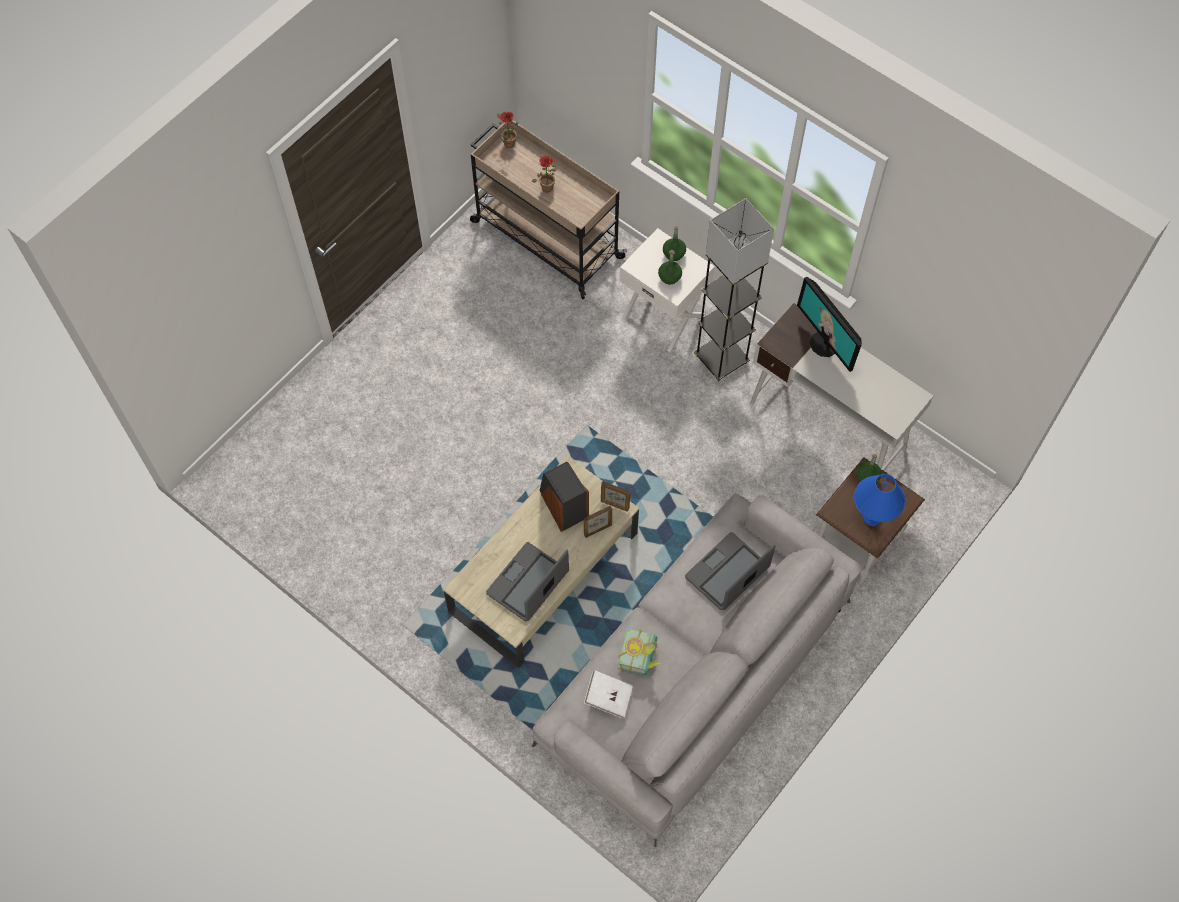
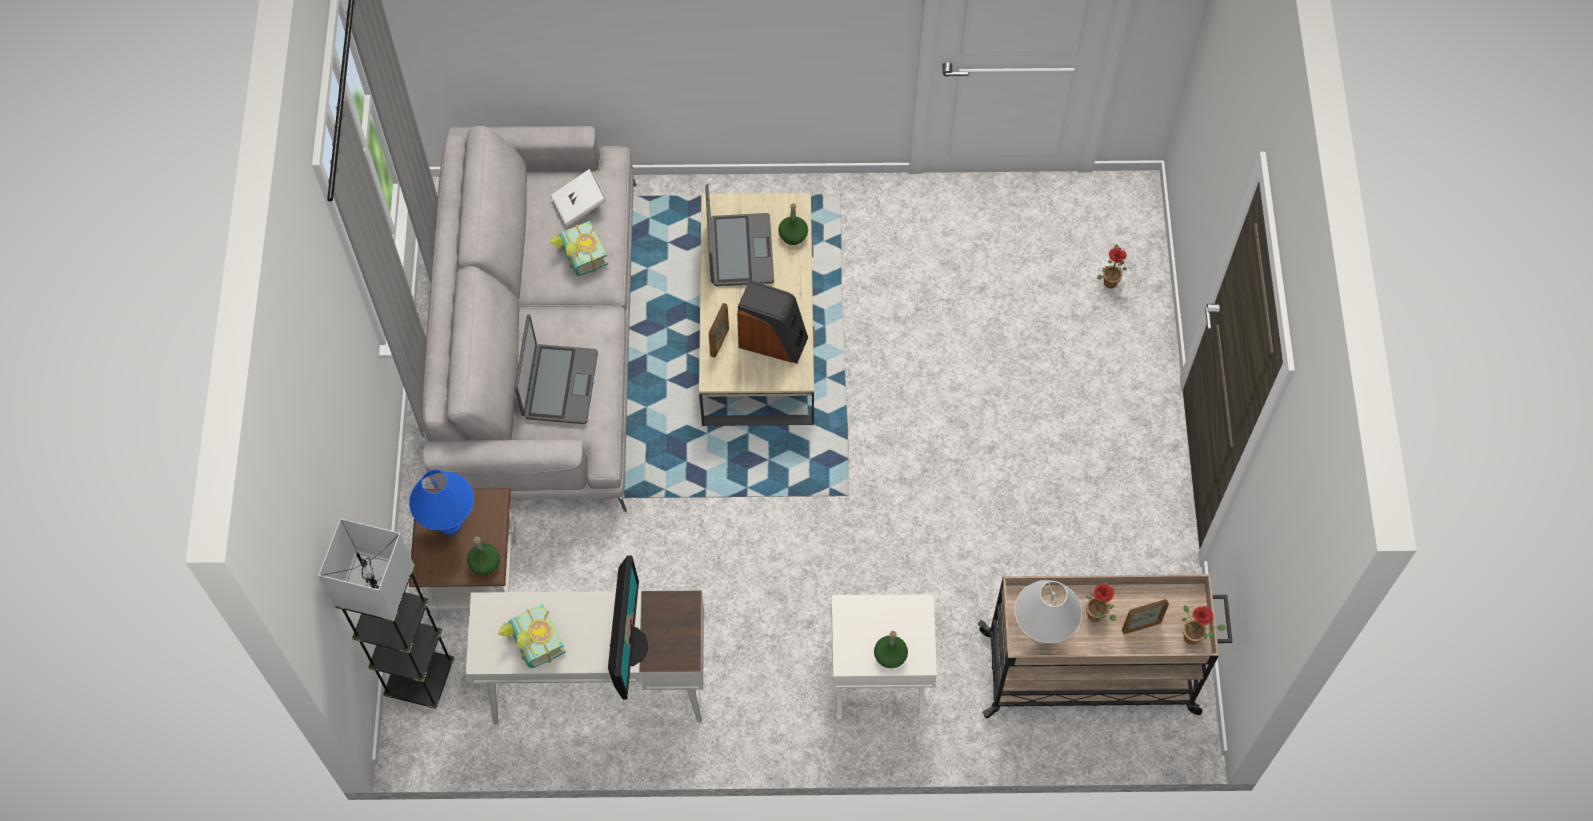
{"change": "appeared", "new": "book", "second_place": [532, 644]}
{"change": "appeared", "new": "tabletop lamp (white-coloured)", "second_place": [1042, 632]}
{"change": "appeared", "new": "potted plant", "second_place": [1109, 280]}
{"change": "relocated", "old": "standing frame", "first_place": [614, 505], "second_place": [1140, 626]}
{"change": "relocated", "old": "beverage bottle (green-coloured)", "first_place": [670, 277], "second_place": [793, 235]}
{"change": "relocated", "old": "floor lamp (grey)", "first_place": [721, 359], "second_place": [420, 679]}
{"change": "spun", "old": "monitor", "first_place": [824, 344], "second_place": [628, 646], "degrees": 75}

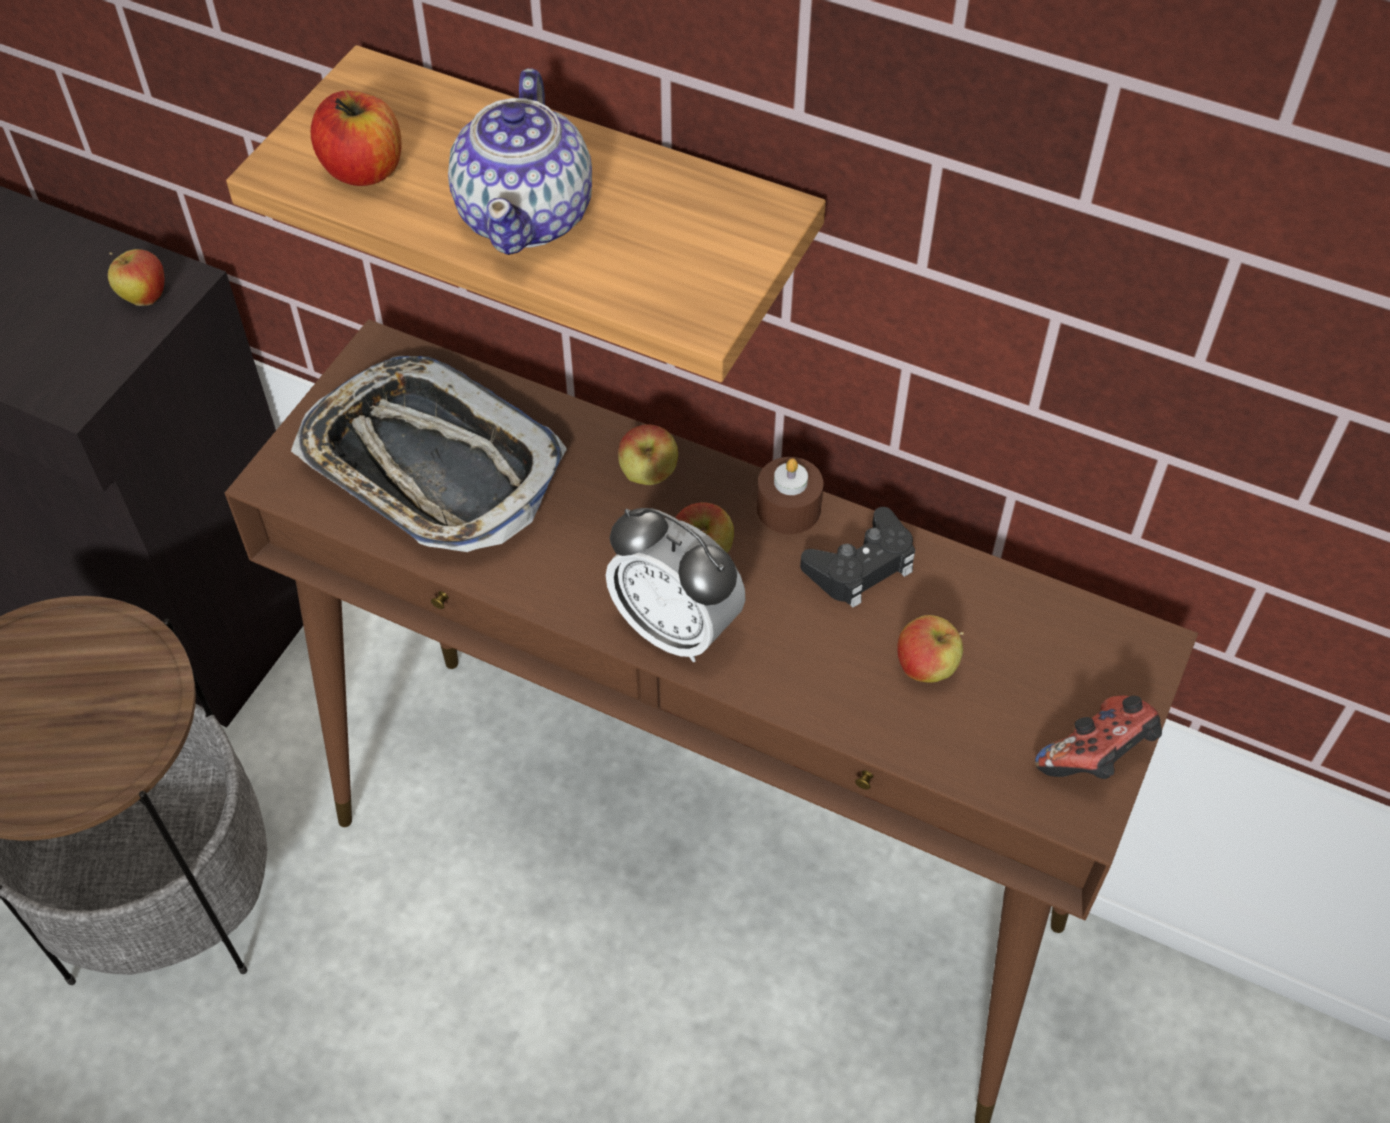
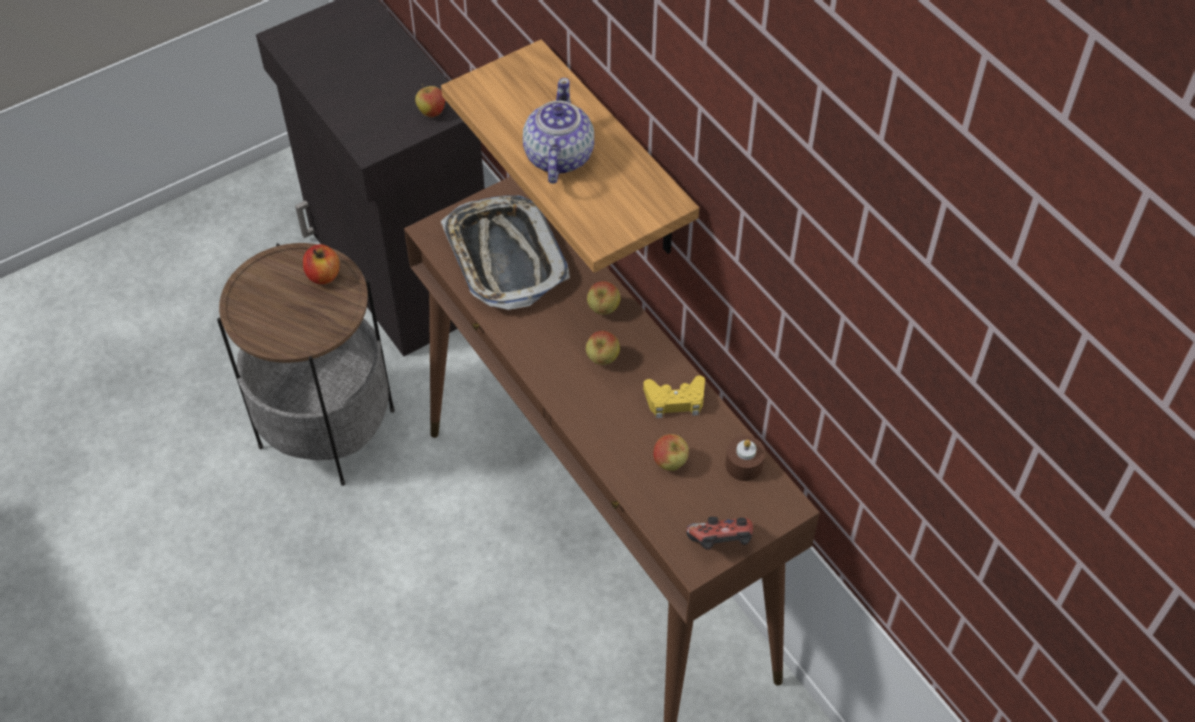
{"change": "missing", "old": "bedside clock", "first_place": [676, 628]}
{"change": "relocated", "old": "whole apple", "first_place": [363, 169], "second_place": [323, 275]}
{"change": "relocated", "old": "candle (brown-coloured)", "first_place": [788, 508], "second_place": [744, 465]}
{"change": "colour", "old": "joypad (black-coloured)", "new": "joypad (yellow)", "first_place": [861, 566], "second_place": [675, 400]}
{"change": "spun", "old": "teapot", "first_place": [527, 215], "second_place": [558, 157], "degrees": 150}

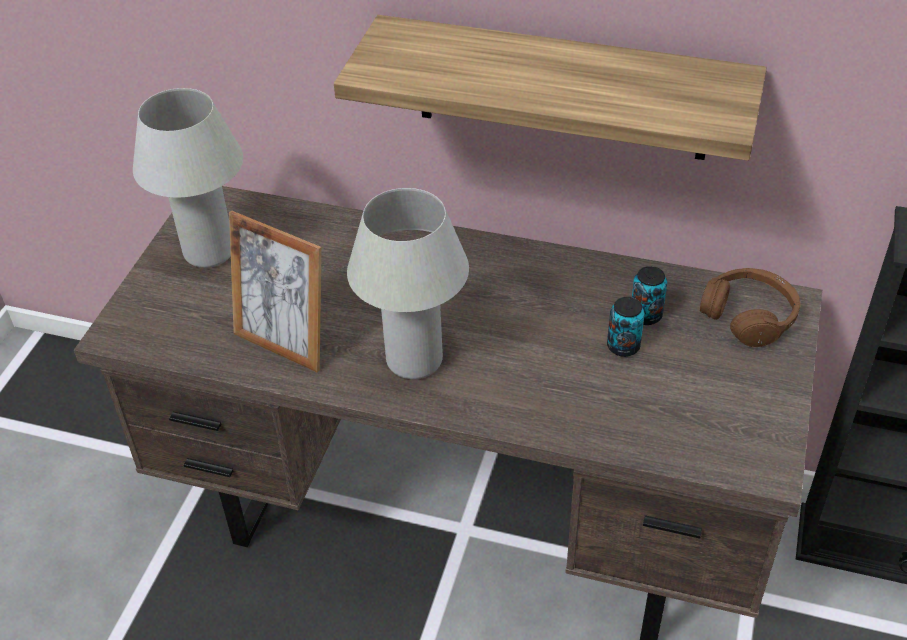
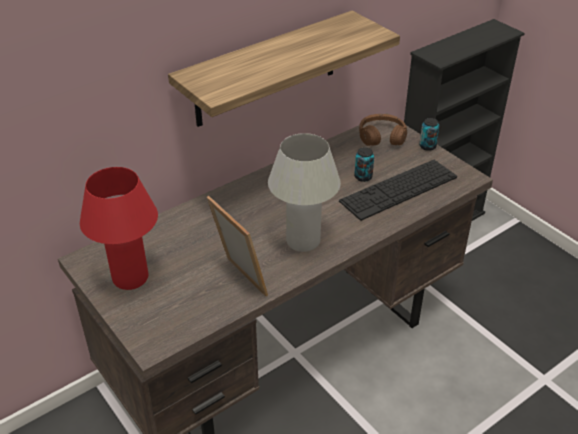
{"change": "appeared", "new": "PC keyboard", "second_place": [399, 189]}
{"change": "relocated", "old": "metal can", "first_place": [646, 315], "second_place": [427, 146]}
{"change": "colour", "old": "tabletop lamp (white-coloured)", "new": "tabletop lamp (reddish)", "first_place": [209, 252], "second_place": [130, 278]}
{"change": "spun", "old": "standing frame", "first_place": [284, 343], "second_place": [239, 280], "degrees": -105}

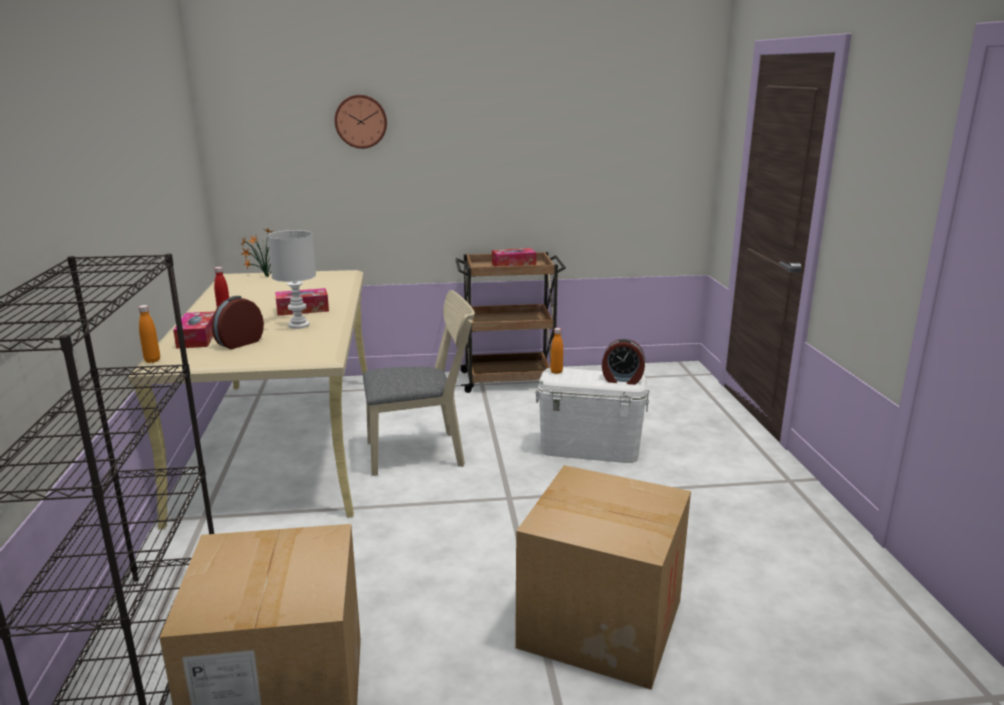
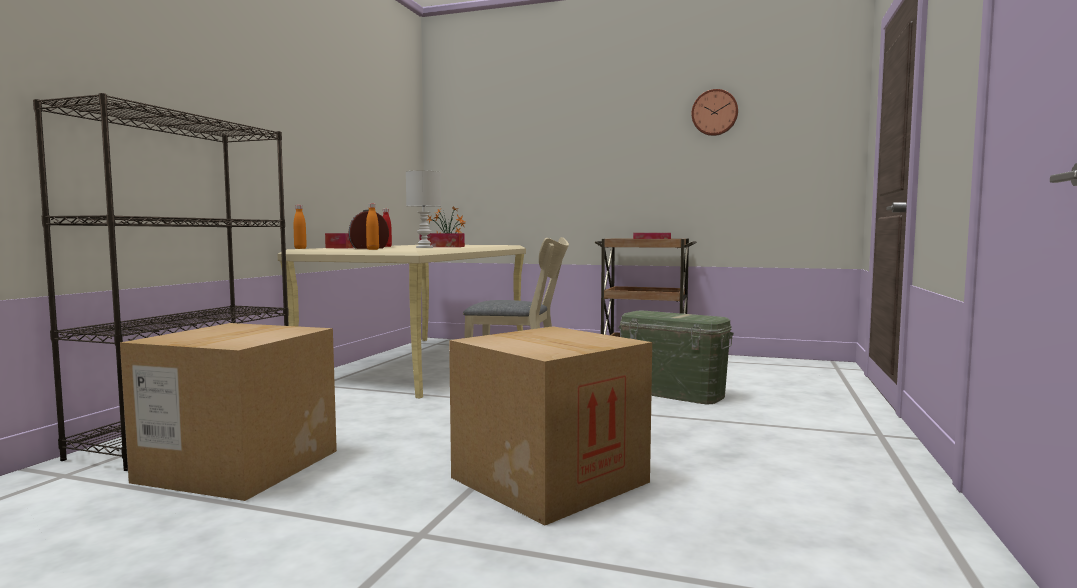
{"change": "missing", "old": "bedside clock", "first_place": [622, 380]}
{"change": "relocated", "old": "wall clock", "first_place": [361, 121], "second_place": [714, 113]}
{"change": "relocated", "old": "beverage bottle (orangey)", "first_place": [556, 372], "second_place": [372, 249]}
{"change": "colour", "old": "storage bin (white-coloured)", "new": "storage bin (green-coloured)", "first_place": [590, 449], "second_place": [673, 393]}

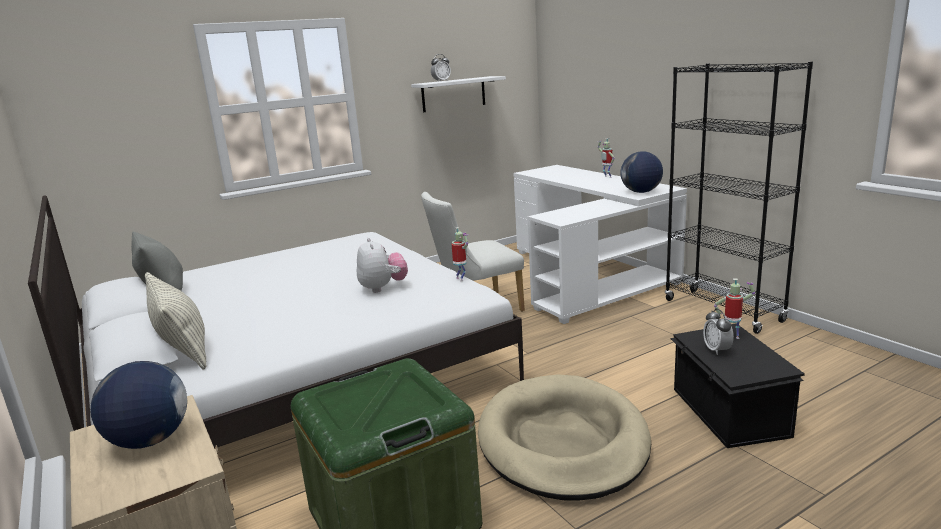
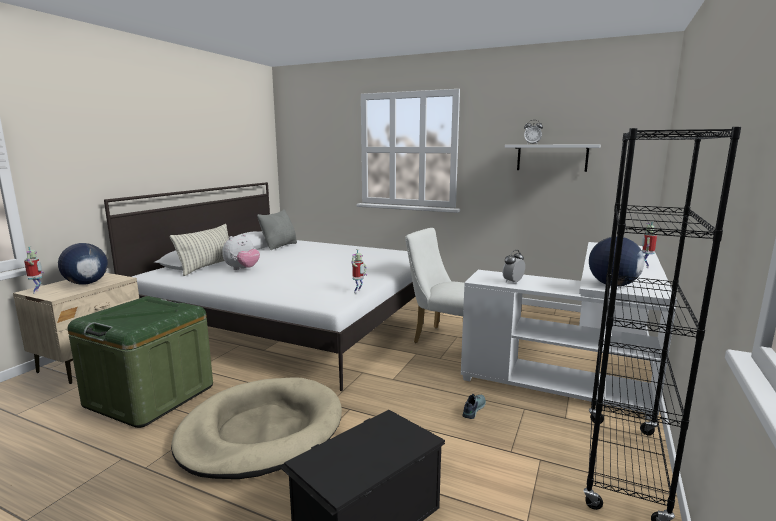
{"change": "appeared", "new": "shoe", "second_place": [472, 409]}
{"change": "relocated", "old": "plush toy", "first_place": [383, 288], "second_place": [242, 269]}
{"change": "relocated", "old": "bedside clock", "first_place": [717, 350], "second_place": [513, 282]}
{"change": "relocated", "old": "toy robot", "first_place": [731, 336], "second_place": [38, 292]}

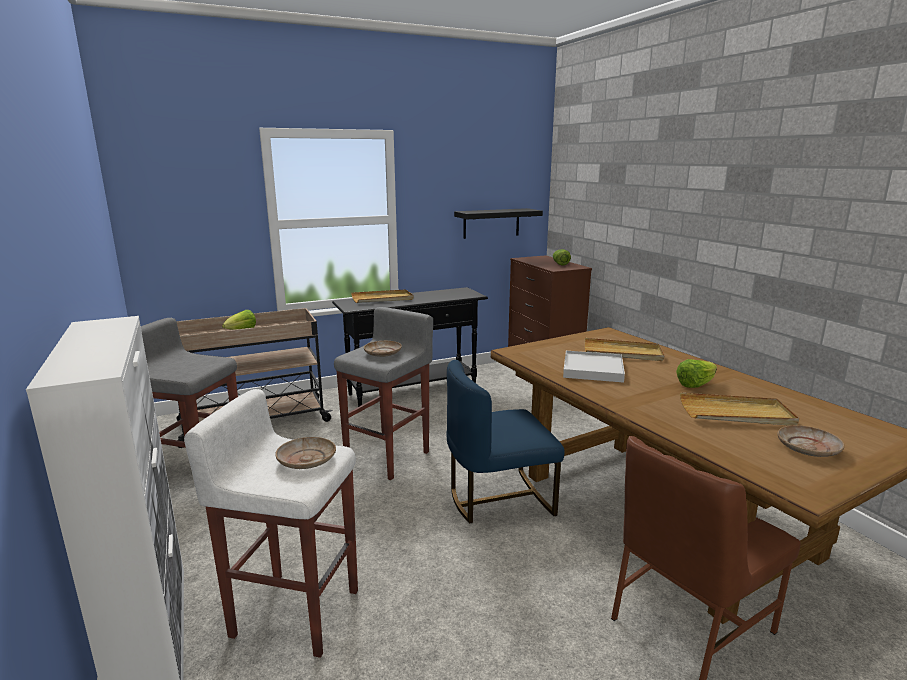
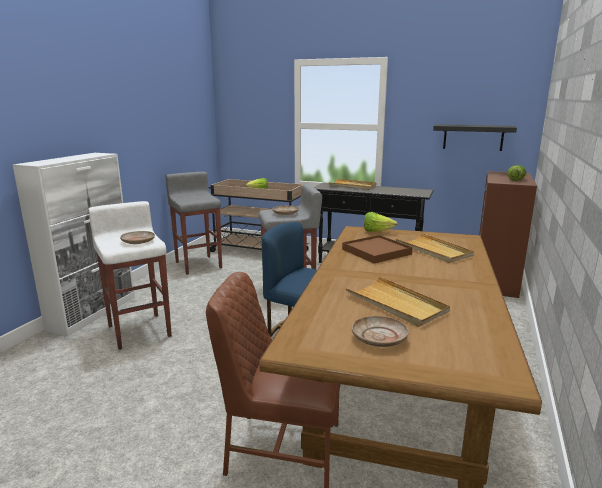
{"change": "relocated", "old": "head of lettuce", "first_place": [695, 384], "second_place": [377, 232]}
{"change": "colour", "old": "carrying tray (white-coloured)", "new": "carrying tray (brown-coloured)", "first_place": [592, 369], "second_place": [376, 252]}

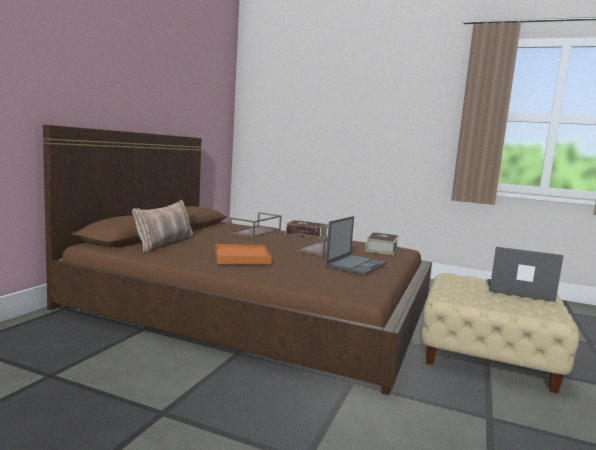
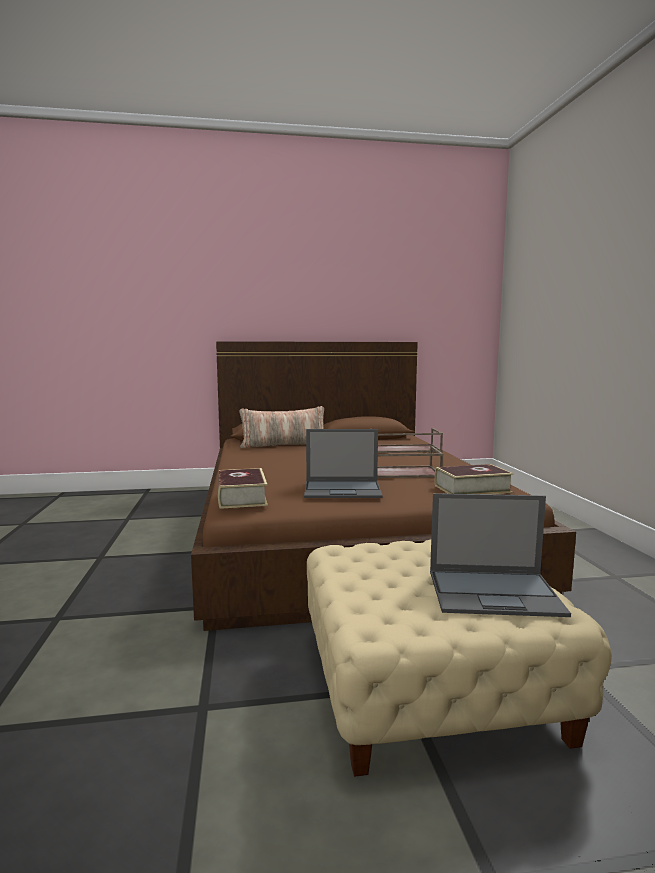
{"change": "missing", "old": "carrying tray (orangey)", "first_place": [241, 257]}
{"change": "relocated", "old": "book", "first_place": [306, 234], "second_place": [241, 497]}
{"change": "spun", "old": "notebook computer", "first_place": [518, 290], "second_place": [495, 593], "degrees": 105}

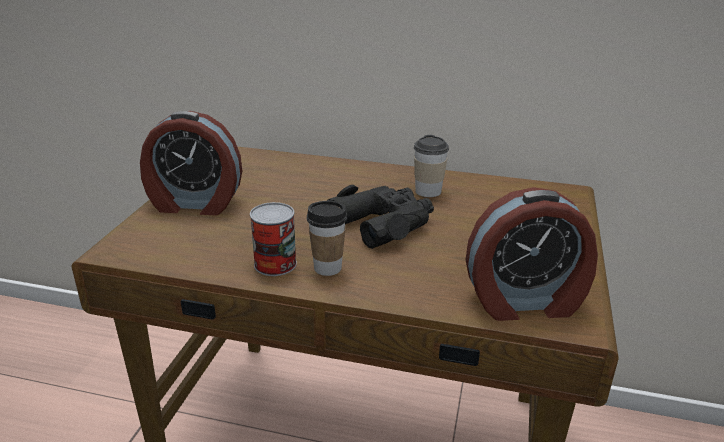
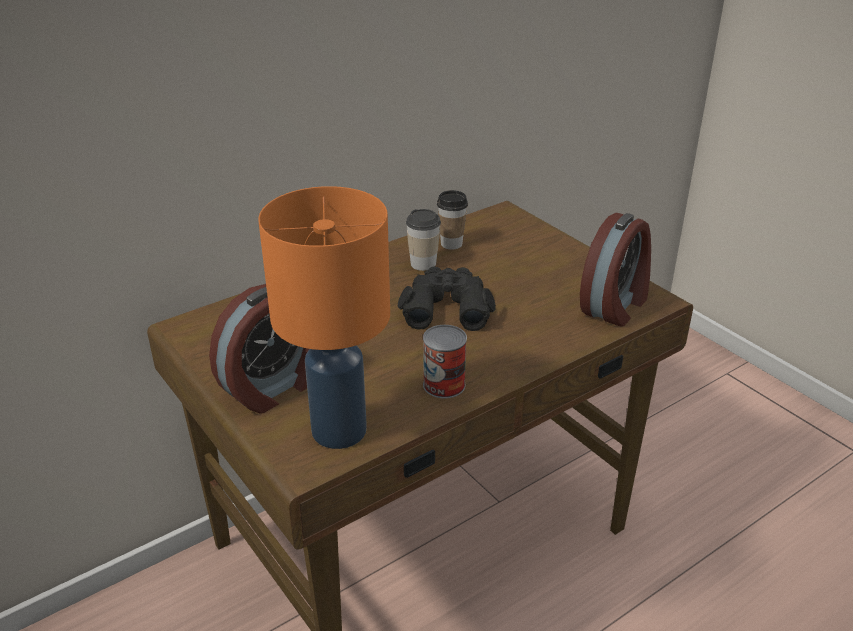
{"change": "appeared", "new": "tabletop lamp (orangey)", "second_place": [337, 431]}
{"change": "relocated", "old": "small cup", "first_place": [327, 268], "second_place": [451, 244]}

